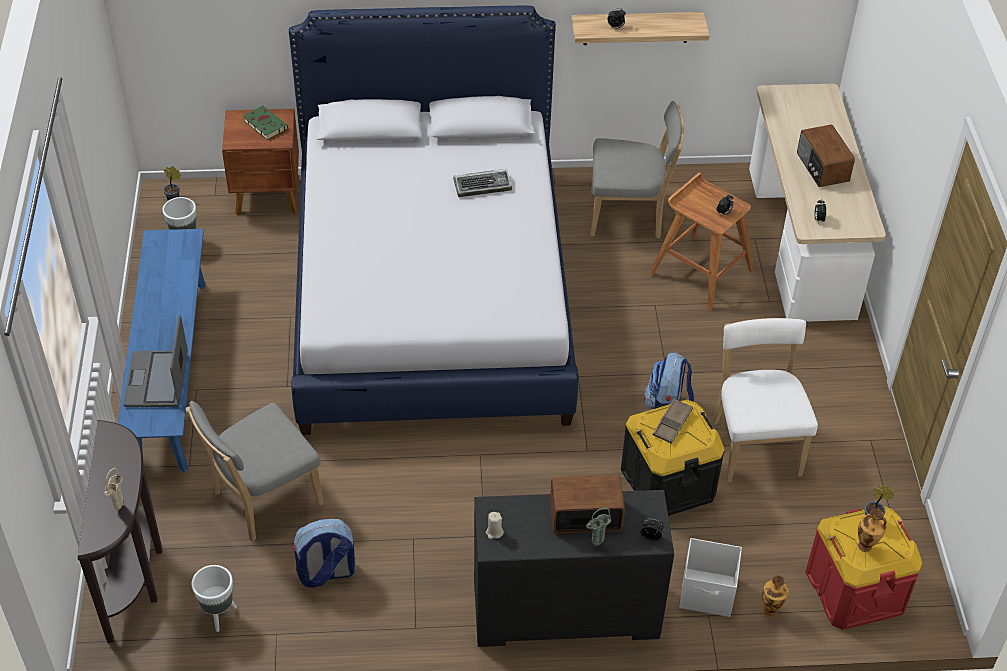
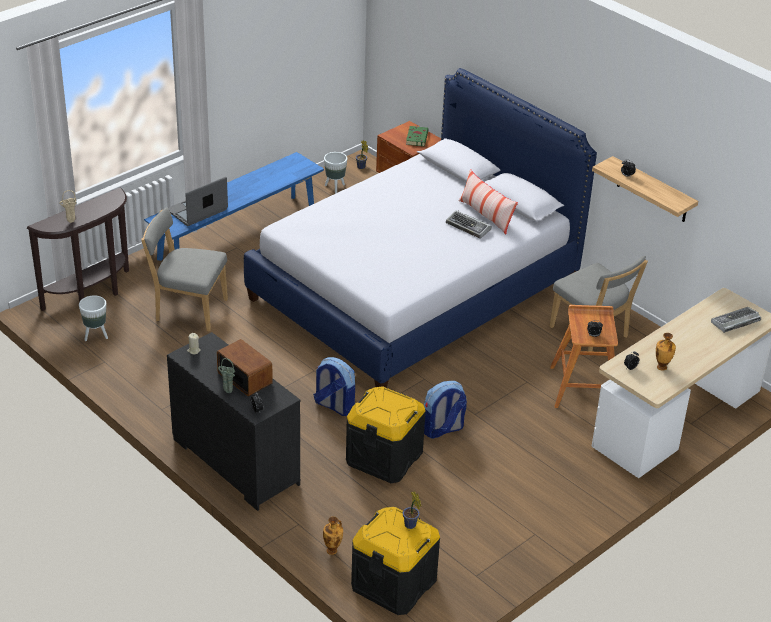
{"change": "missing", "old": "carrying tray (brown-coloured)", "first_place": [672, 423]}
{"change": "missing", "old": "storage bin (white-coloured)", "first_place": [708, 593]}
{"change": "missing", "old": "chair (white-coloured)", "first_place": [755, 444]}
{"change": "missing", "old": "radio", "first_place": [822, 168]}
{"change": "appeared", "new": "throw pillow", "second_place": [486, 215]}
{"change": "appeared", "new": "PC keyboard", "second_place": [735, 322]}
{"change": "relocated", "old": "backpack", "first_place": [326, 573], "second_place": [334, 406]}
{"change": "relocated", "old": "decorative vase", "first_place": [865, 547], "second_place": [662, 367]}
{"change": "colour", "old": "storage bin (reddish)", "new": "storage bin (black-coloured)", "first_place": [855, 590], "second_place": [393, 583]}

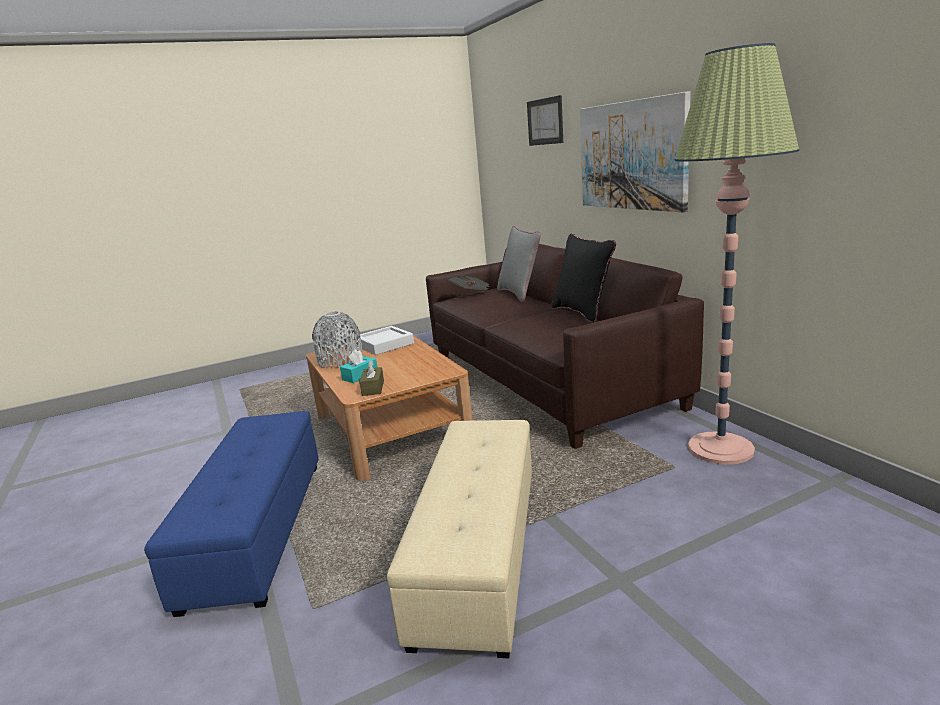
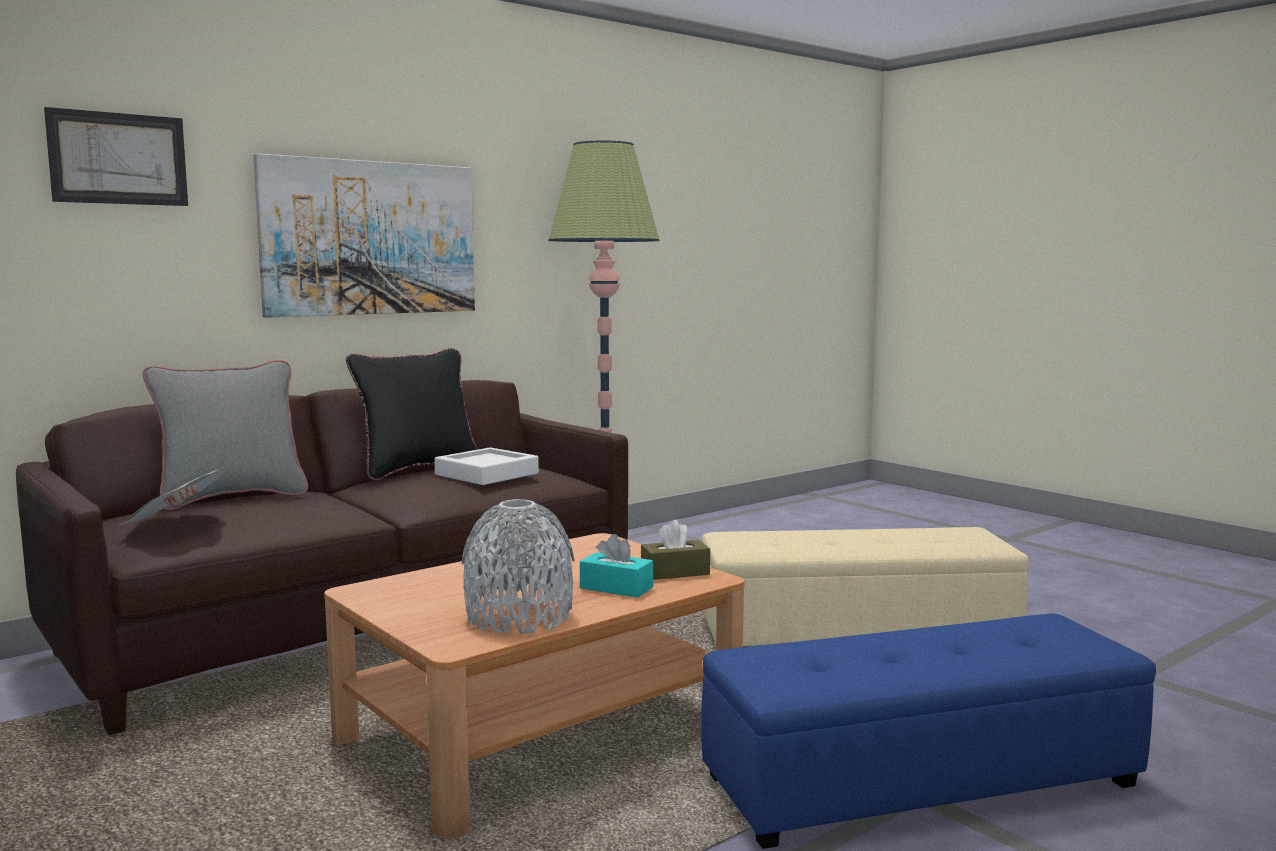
{"change": "relocated", "old": "carrying tray (white-coloured)", "first_place": [384, 345], "second_place": [487, 474]}

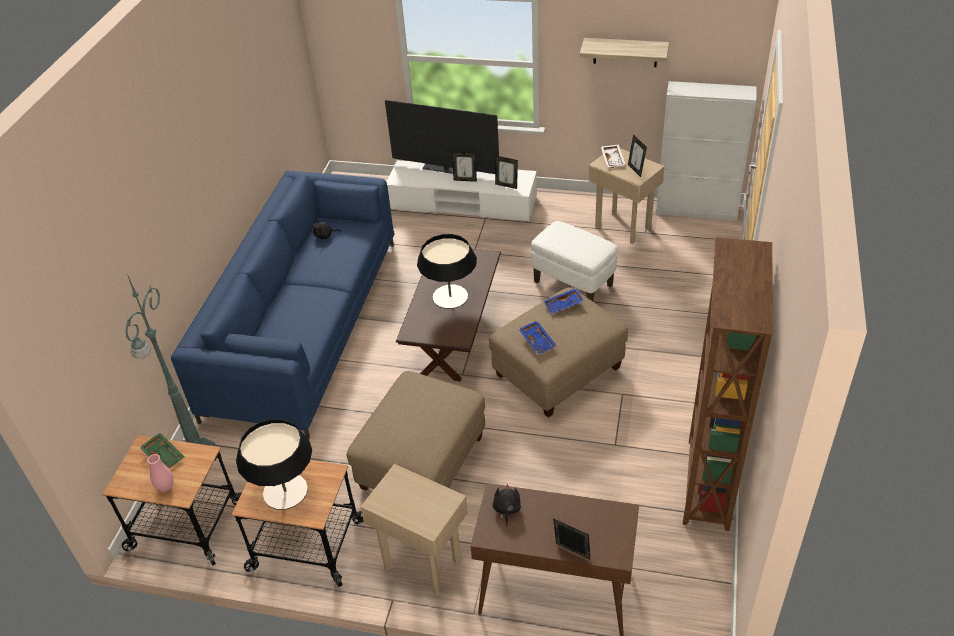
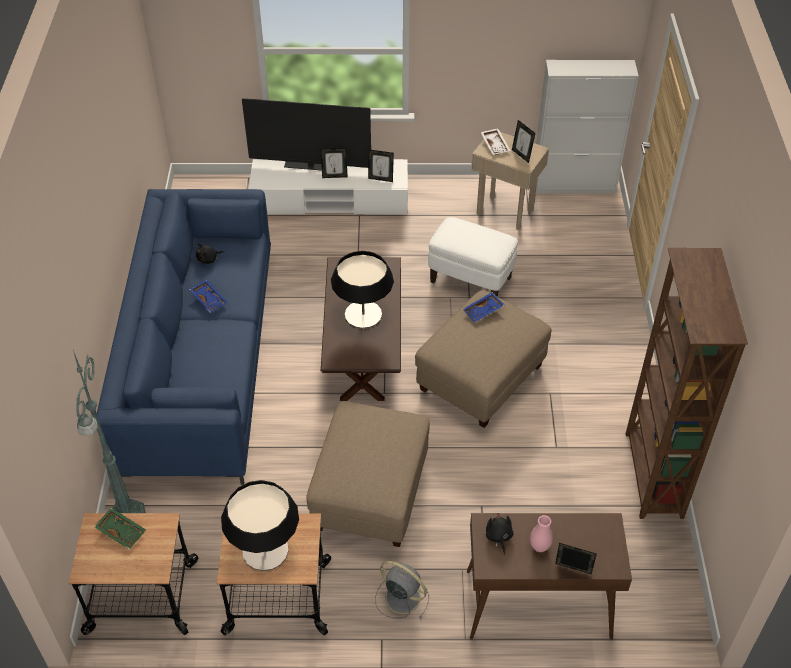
{"change": "missing", "old": "shelf", "first_place": [625, 52]}
{"change": "relocated", "old": "decorative vase (pink-coloured)", "first_place": [166, 487], "second_place": [539, 547]}
{"change": "relocated", "old": "carrying tray (blue-coloured)", "first_place": [538, 341], "second_place": [209, 299]}
{"change": "exchanged", "old": "accent table (sand-coloured)", "new": "electric fan (grey)", "first_place": [423, 563], "second_place": [401, 597]}

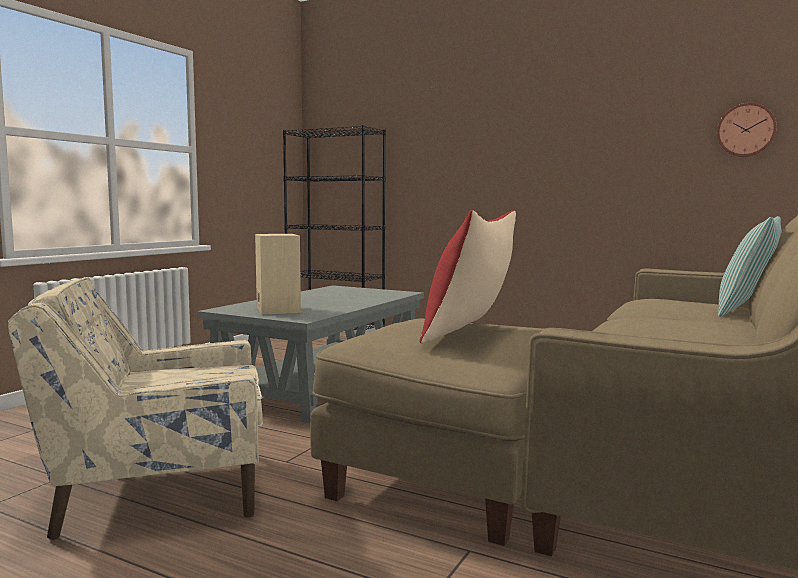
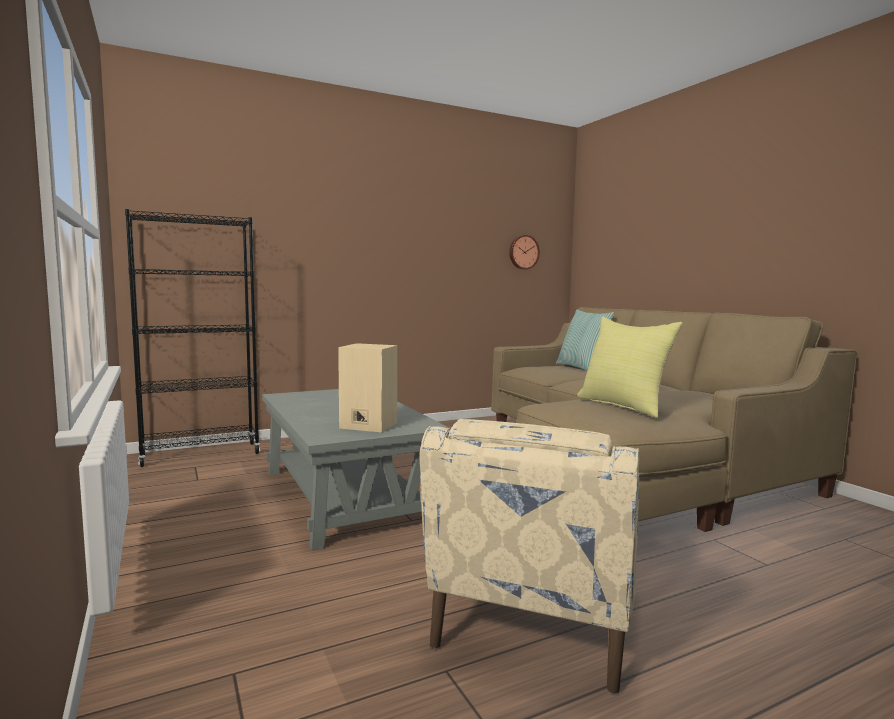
{"change": "colour", "old": "throw pillow (reddish)", "new": "throw pillow (yellow)", "first_place": [468, 332], "second_place": [624, 405]}

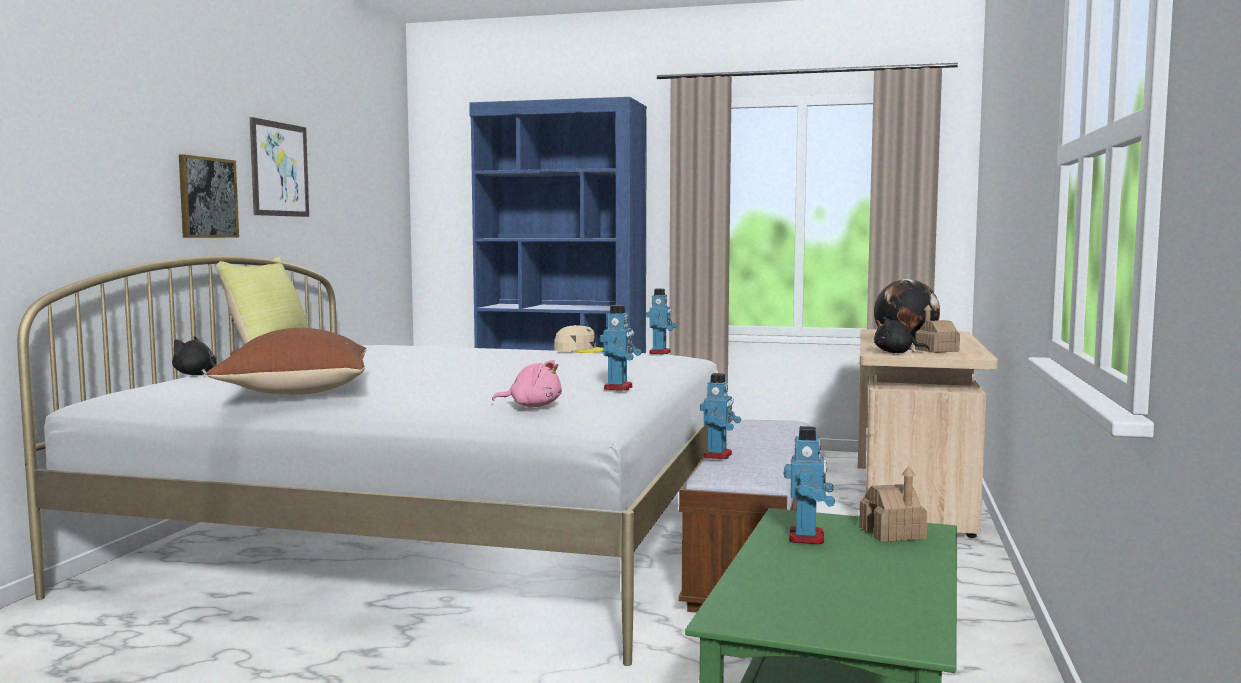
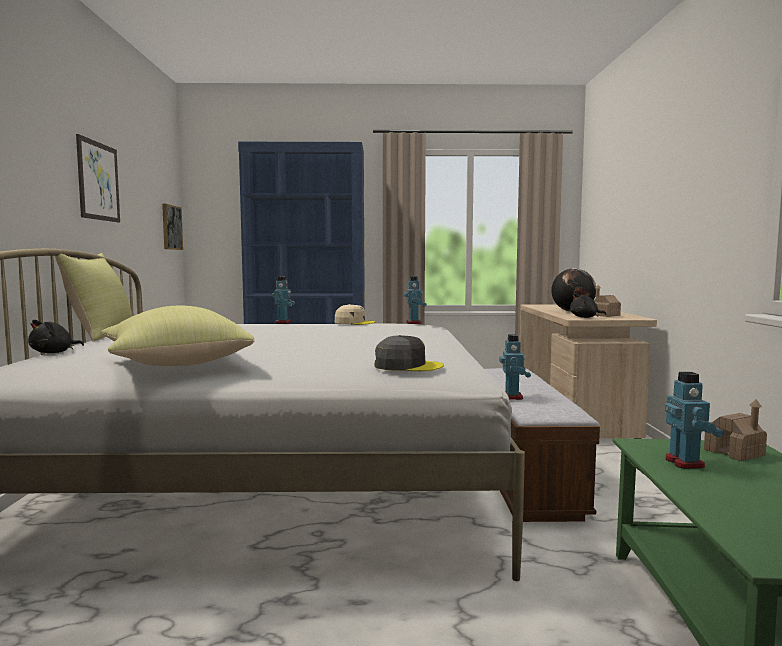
{"change": "relocated", "old": "picture", "first_place": [207, 197], "second_place": [171, 227]}
{"change": "relocated", "old": "toy robot", "first_place": [619, 388], "second_place": [283, 322]}
{"change": "exchanged", "old": "plush toy (pink-coloured)", "new": "baseball cap (grey)", "first_place": [532, 406], "second_place": [407, 366]}
{"change": "colour", "old": "throw pillow (brown-coloured)", "new": "throw pillow (yellow)", "first_place": [294, 393], "second_place": [175, 364]}
{"change": "spun", "old": "plush toy (black-coloured)", "first_place": [197, 375], "second_place": [54, 352], "degrees": -60}

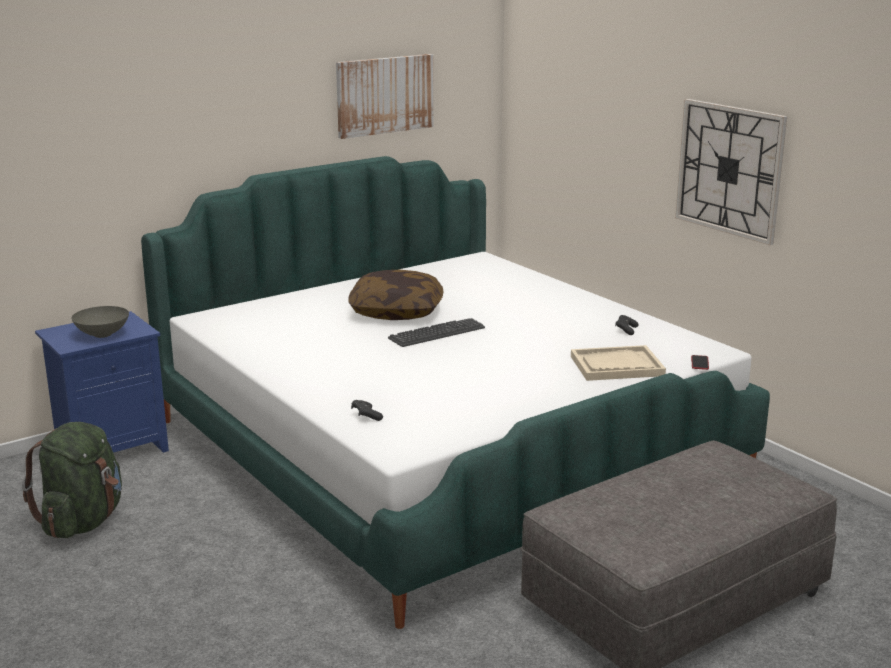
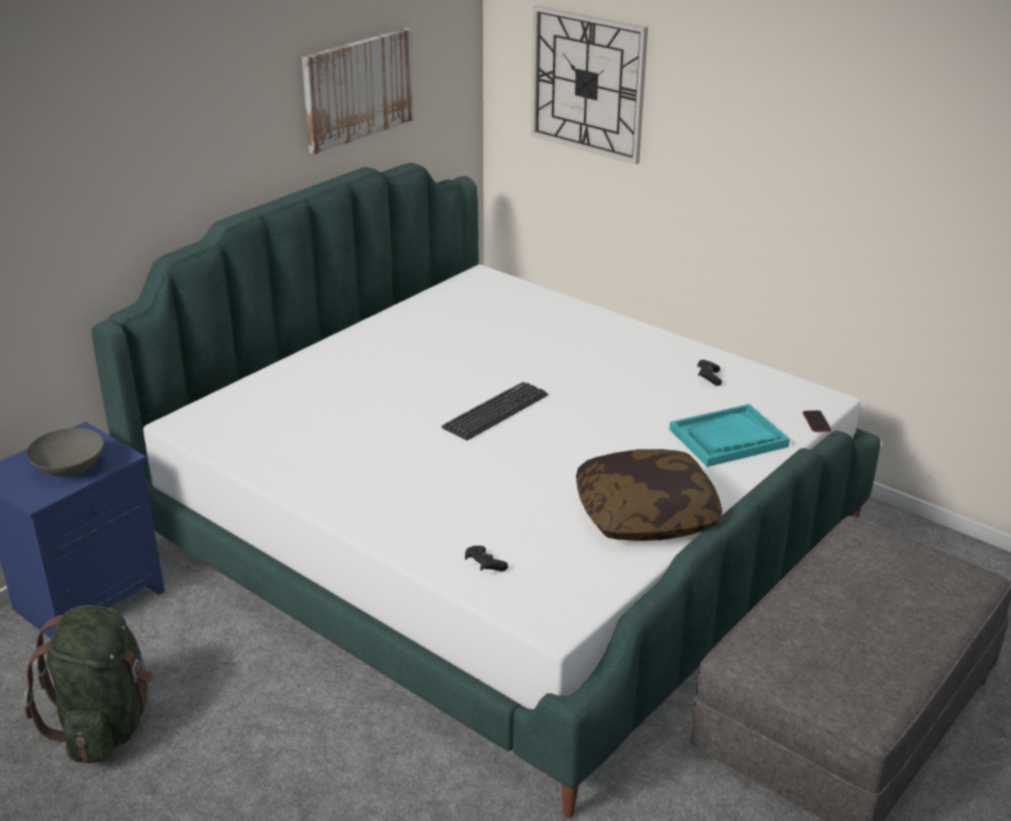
{"change": "relocated", "old": "throw pillow", "first_place": [396, 311], "second_place": [646, 515]}
{"change": "relocated", "old": "wall clock", "first_place": [729, 169], "second_place": [588, 83]}
{"change": "colour", "old": "carrying tray (sand-coloured)", "new": "carrying tray (turquoise)", "first_place": [616, 366], "second_place": [728, 438]}

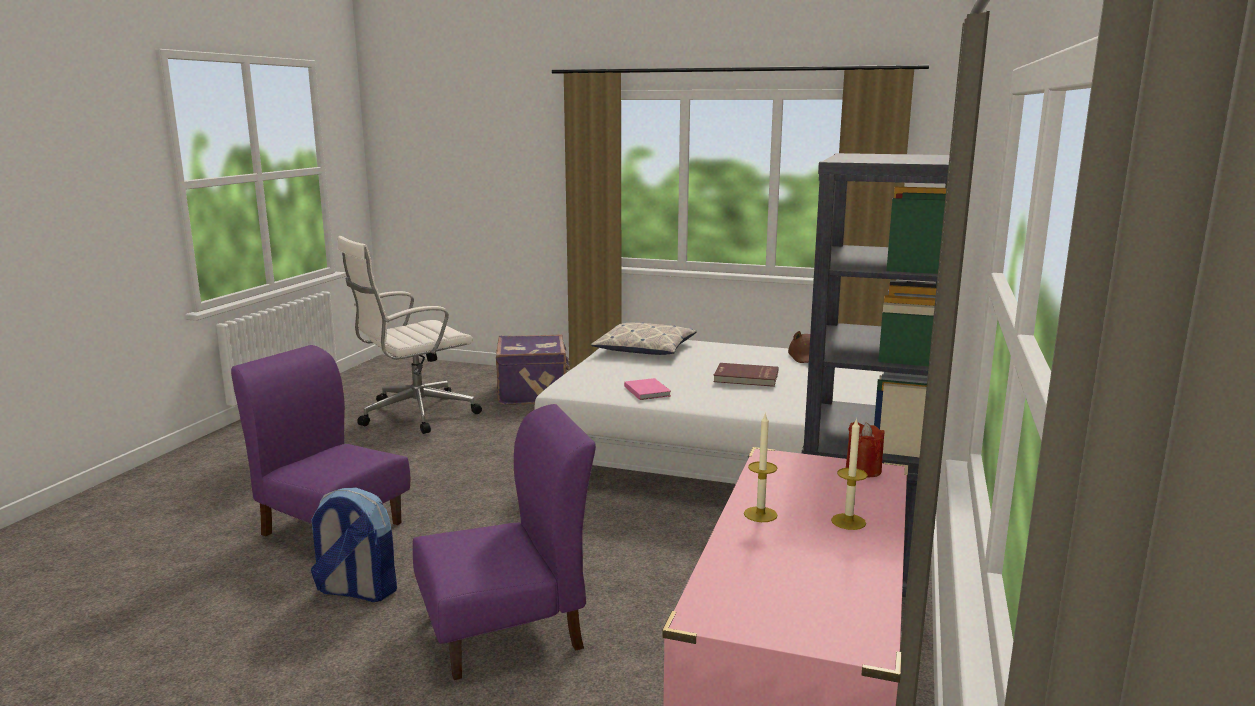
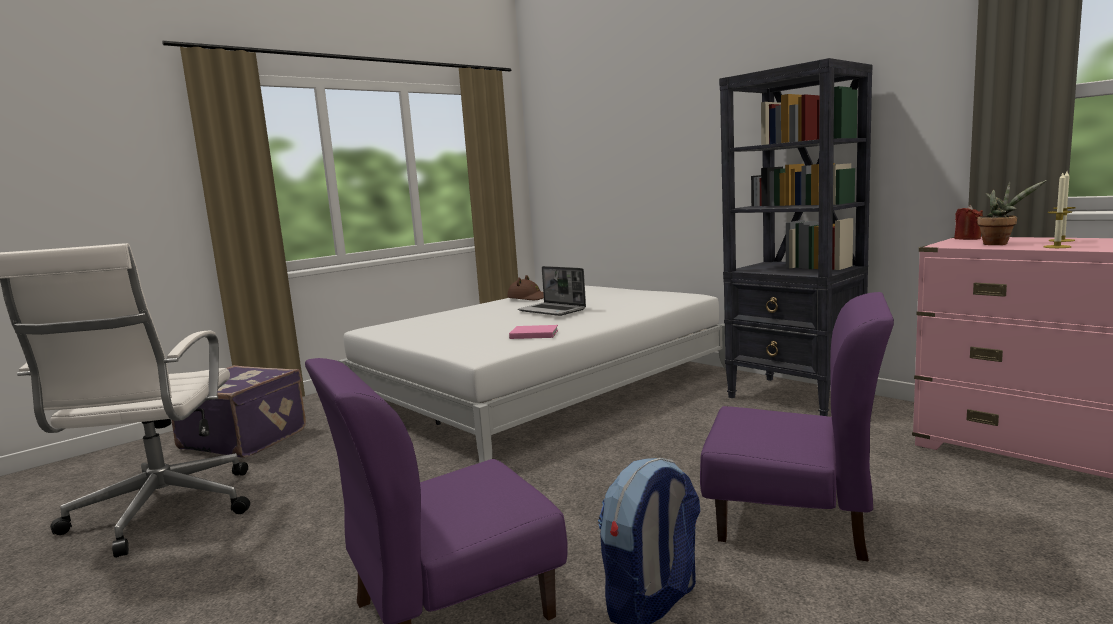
{"change": "missing", "old": "throw pillow", "first_place": [645, 349]}
{"change": "appeared", "new": "potted plant", "second_place": [999, 244]}
{"change": "exchanged", "old": "book (reddish)", "new": "notebook computer", "first_place": [746, 378], "second_place": [553, 310]}
{"change": "spun", "old": "chair (purple-coloured)", "first_place": [505, 632], "second_place": [793, 520], "degrees": 105}

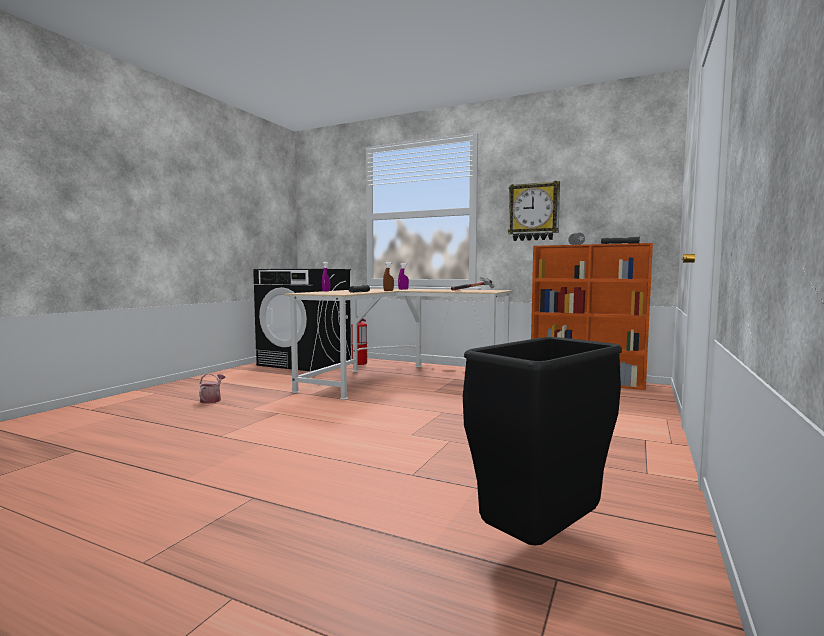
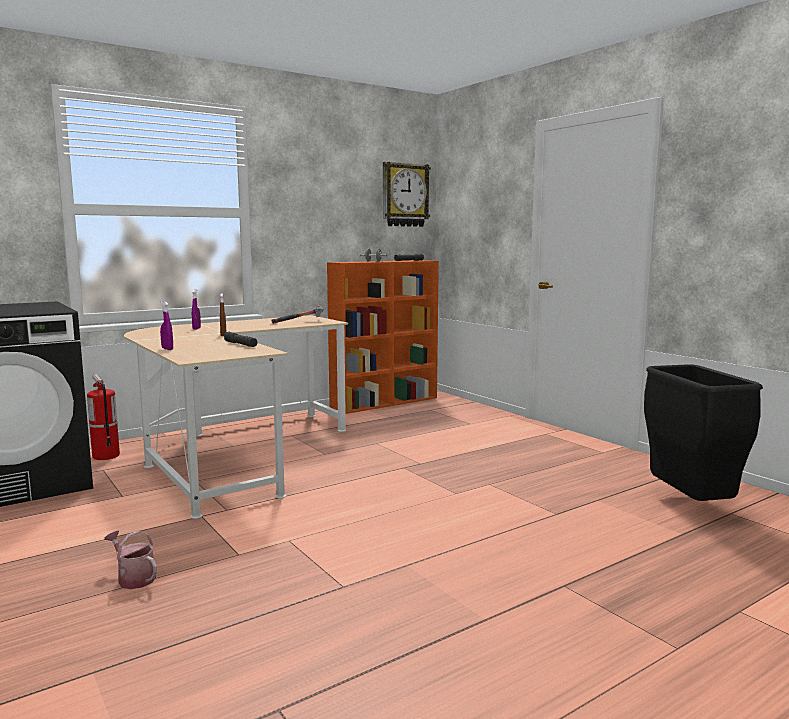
{"change": "relocated", "old": "wall clock", "first_place": [534, 212], "second_place": [404, 195]}

